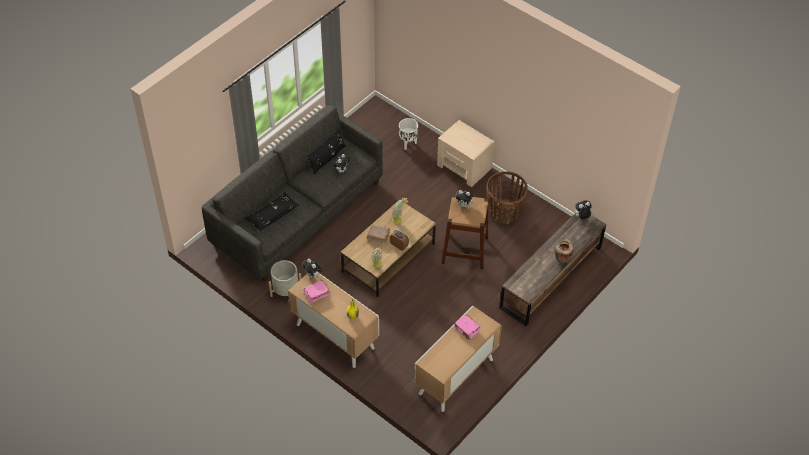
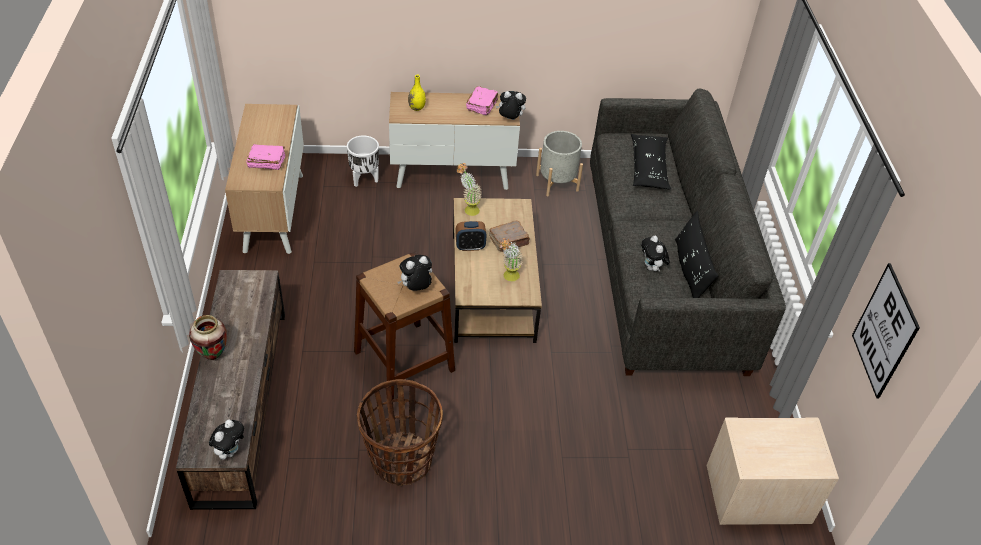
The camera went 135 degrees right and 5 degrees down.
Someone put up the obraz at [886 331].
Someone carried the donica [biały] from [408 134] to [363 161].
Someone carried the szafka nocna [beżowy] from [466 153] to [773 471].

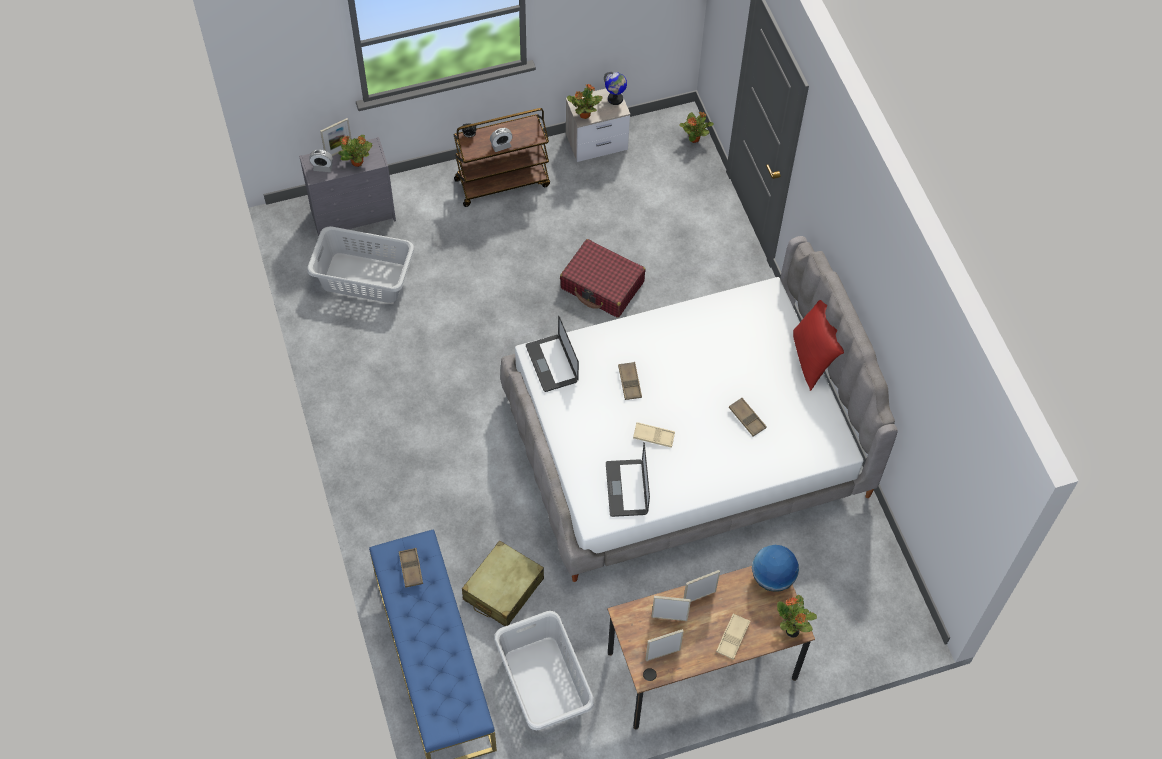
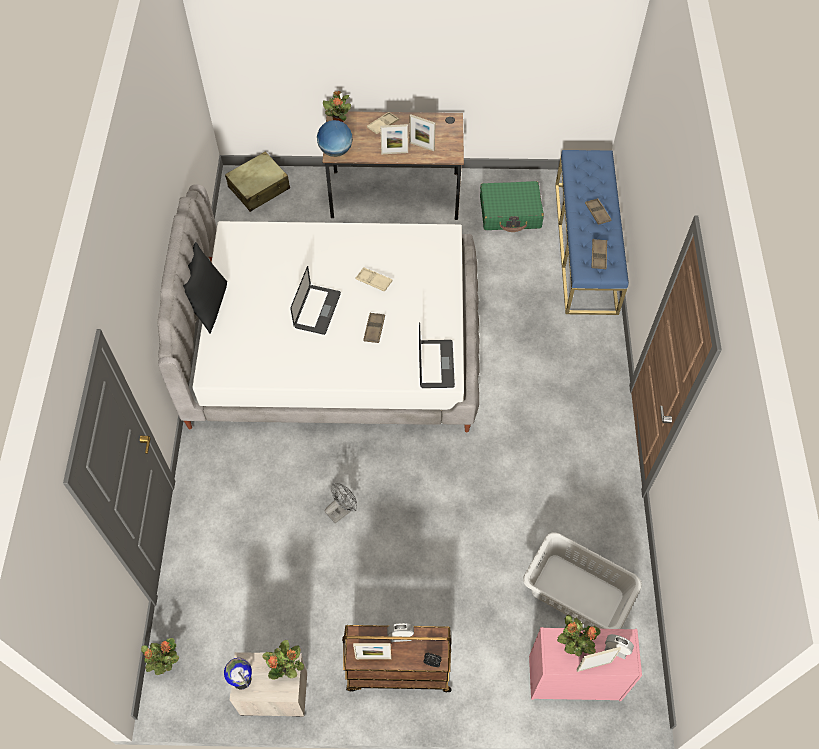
The camera went 160 degrees left and 0 degrees up.
Someone carried the walizka [beżowy] from [503 583] to [257 181].
Someone carried the laptop from [628 480] to [315 300].
Someone carried the ramka na zdjęcie from [664 645] to [372 651].
Someone carried the taca [brązowy] from [748 417] to [598 211].
Someone swapped the kosz na pranie [szary] at [544 670] for the walizka [zielony] at [512 206].
Someone swapped the walizka [czerwony] at [603 278] for the wentylator [szary] at [341 503].
Someone repainted the komoda [szary] at [347 186], which became the komoda [różowy] at [585 664].
Someone repainted the poduszka [czerwony] at [818 345], which became the poduszka [czarny] at [205 288].

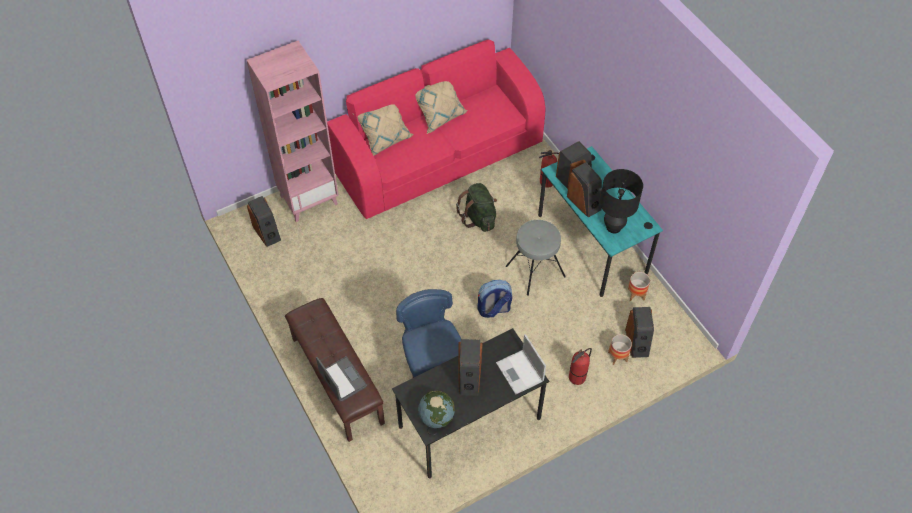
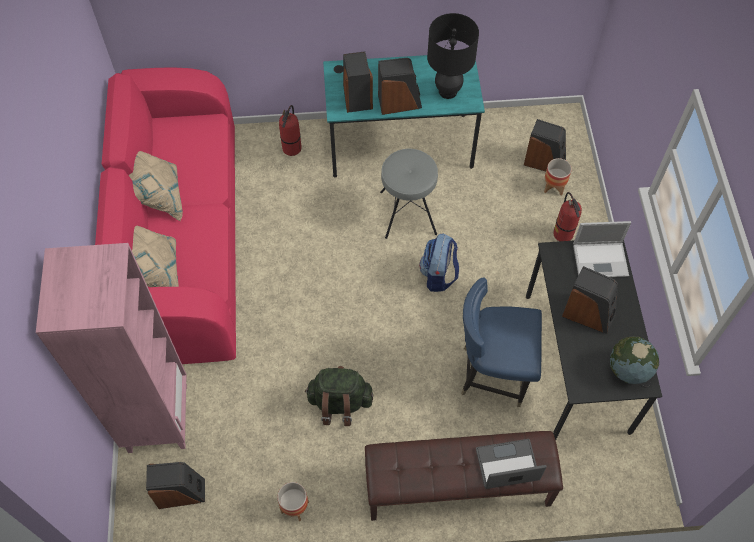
The camera went 65 degrees left and 5 degrees up.
Someone carried the plecak [zielony] from [476 207] to [339 396].
Someone carried the donica from [639 286] to [293 501].

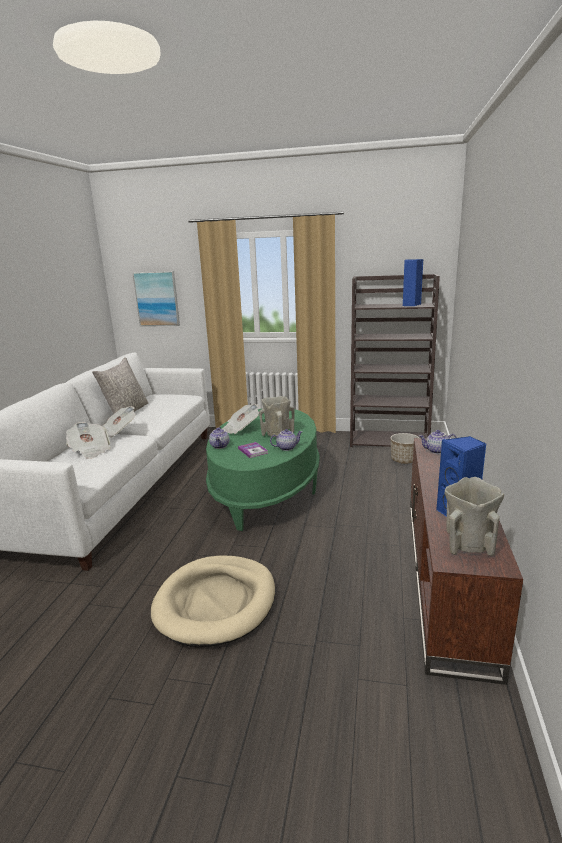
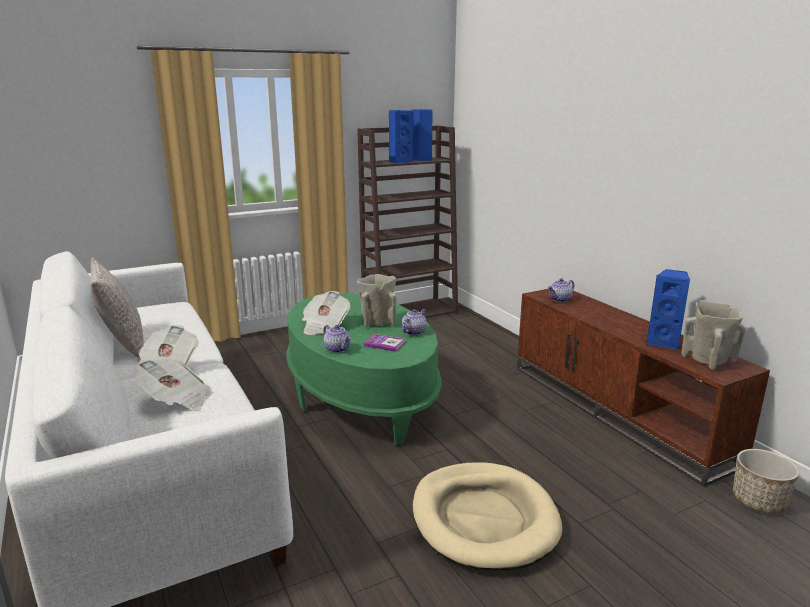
The camera went 40 degrees left and 0 degrees up.
Someone took away the obraz at [156 298].
Someone put down the głośnik [niebieski] at [401 136].
Someone carried the donica from [404 448] to [766 481].

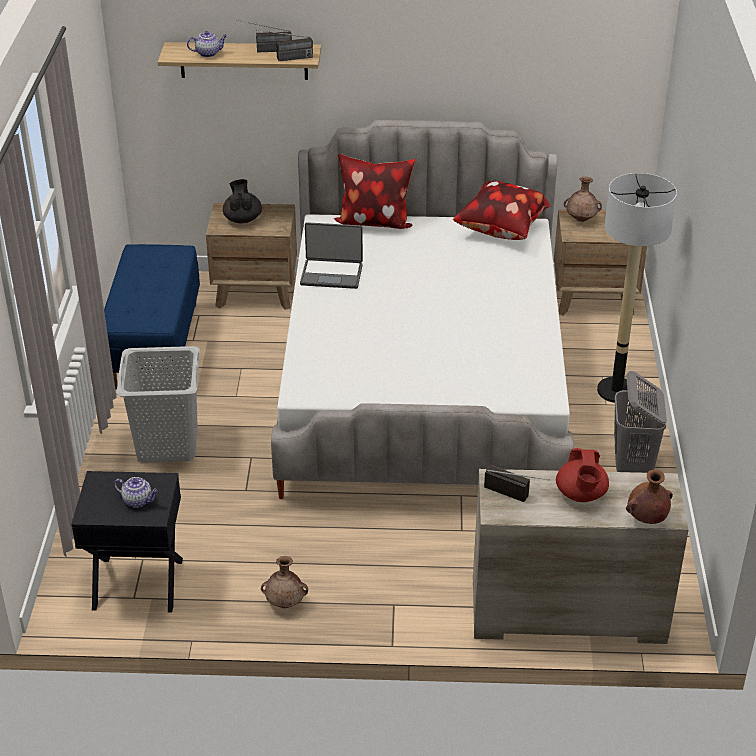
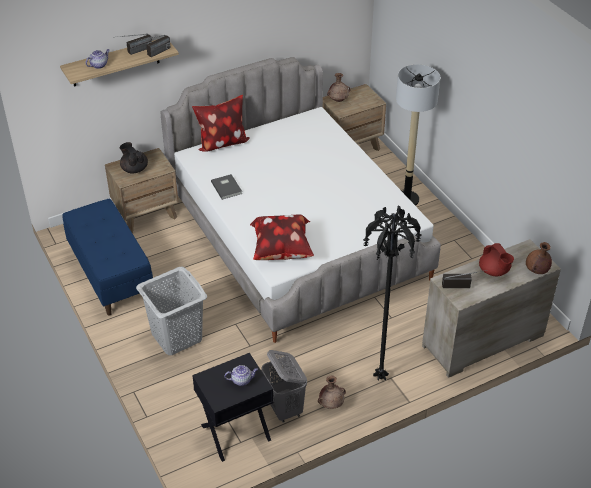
The camera went 30 degrees left and 5 degrees up.
Someone put down the lampa stojąca [czarny] at [392 293].
Someone carried the poduszka from [502 210] to [282 237].
Someone carried the kosz na pranie [szary] from [640 422] to [284 386].
Someone swapped the laptop at [331 255] for the książka [szary] at [226 187].

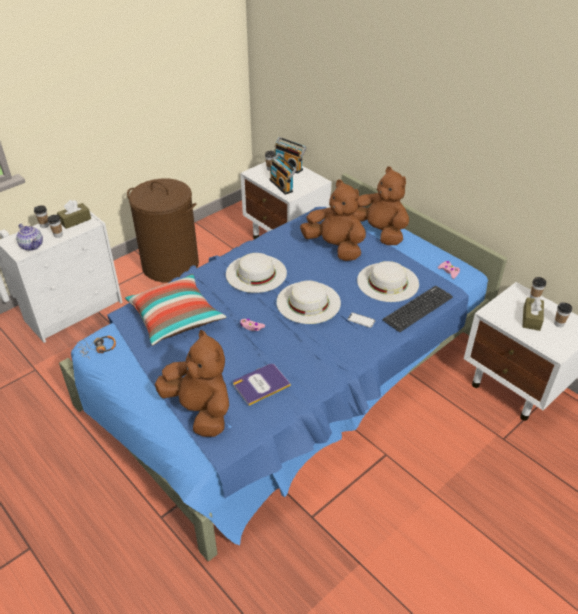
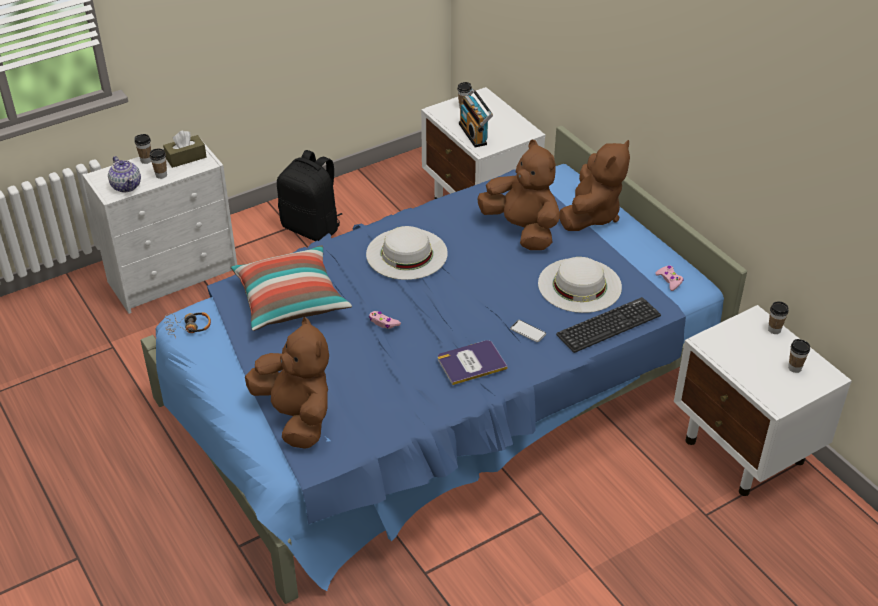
The camera went 10 degrees right and 0 degrees up.
Someone took away the radio at [290 155].
Someone took away the kapelusz [biały] at [308 302].
Someone took away the pudełko chusteczek [brązowy] at [533 314].
Someone carried the książka from [262 385] to [473 362].
Someone swapped the kosz na pranie [brązowy] at [163 231] for the plecak [czarny] at [309 195].
Someone rotated the pluszak [brązowy] at [381 206] by 60 degrees clockwise.

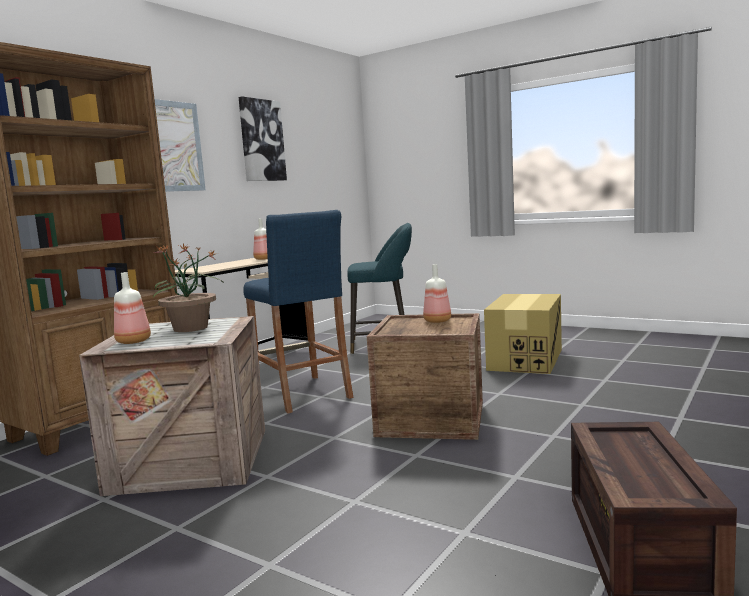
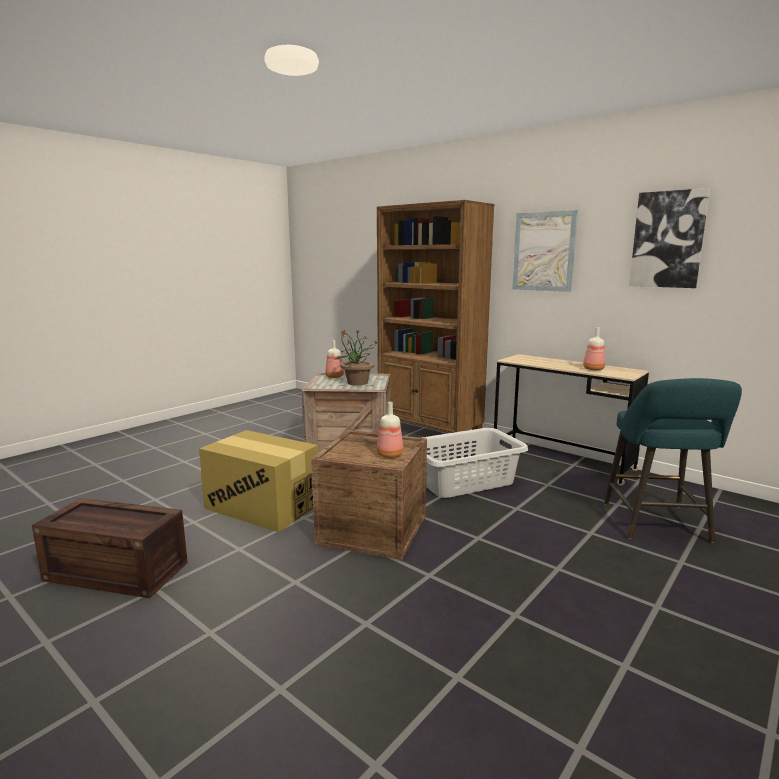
The camera went 95 degrees right and 5 degrees up.
Someone carried the karton from [523 334] to [258 481].
Someone swapped the stołek [niebieski] at [298 311] for the kosz na pranie [szary] at [475 463].

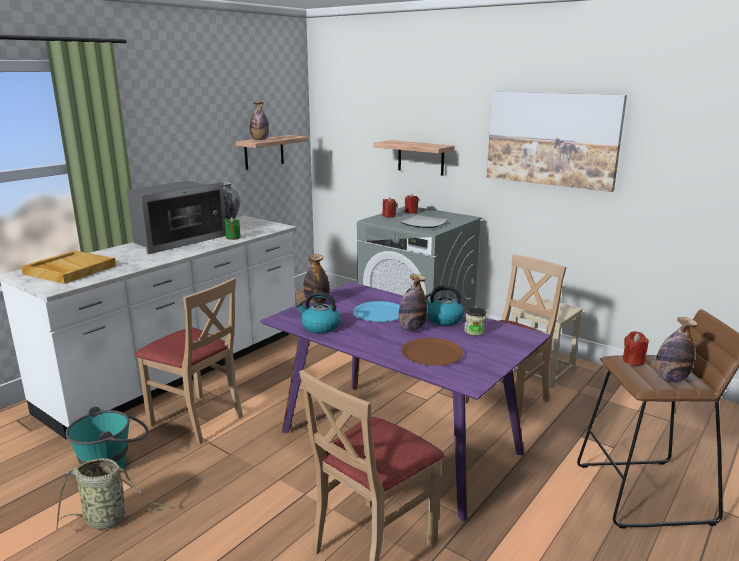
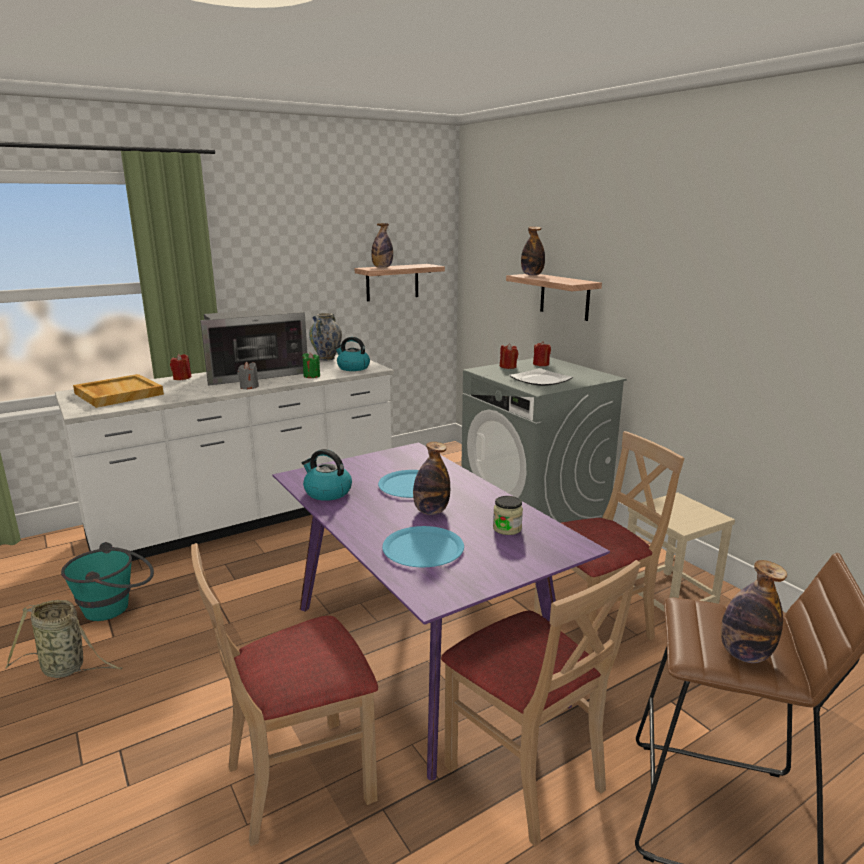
The camera went 20 degrees right and 0 degrees up.
Someone took away the obraz at [557 142].
Someone put down the świeca [szary] at [248 376].
Someone carried the krzesło [beżowy] from [189 361] to [541 703].
Someone carried the butelka from [316 279] to [533 250].
Someone carried the czajnik from [444 305] to [352 354].
Someone carried the świeca [czerwony] from [635 348] to [181 367].
Someone repainted the talerz [brązowy] at [432 352], which became the talerz [niebieski] at [423 546].

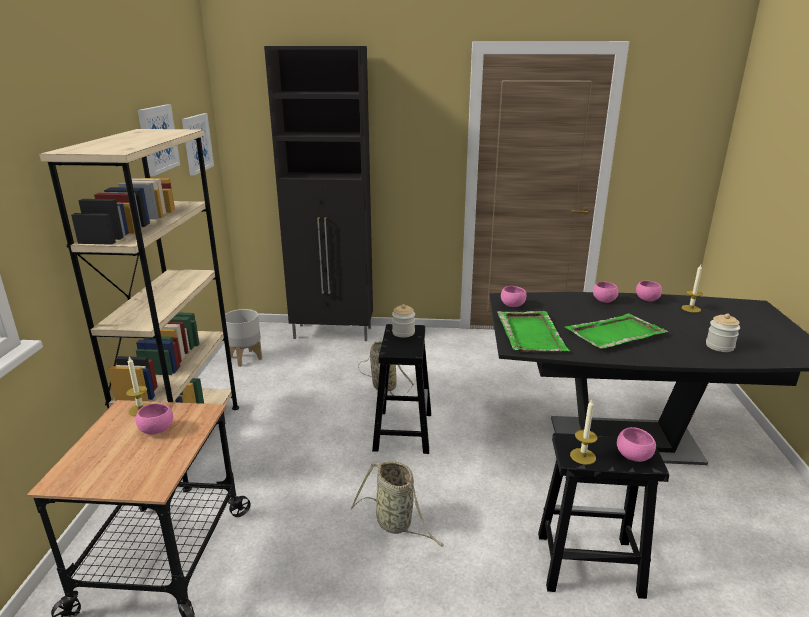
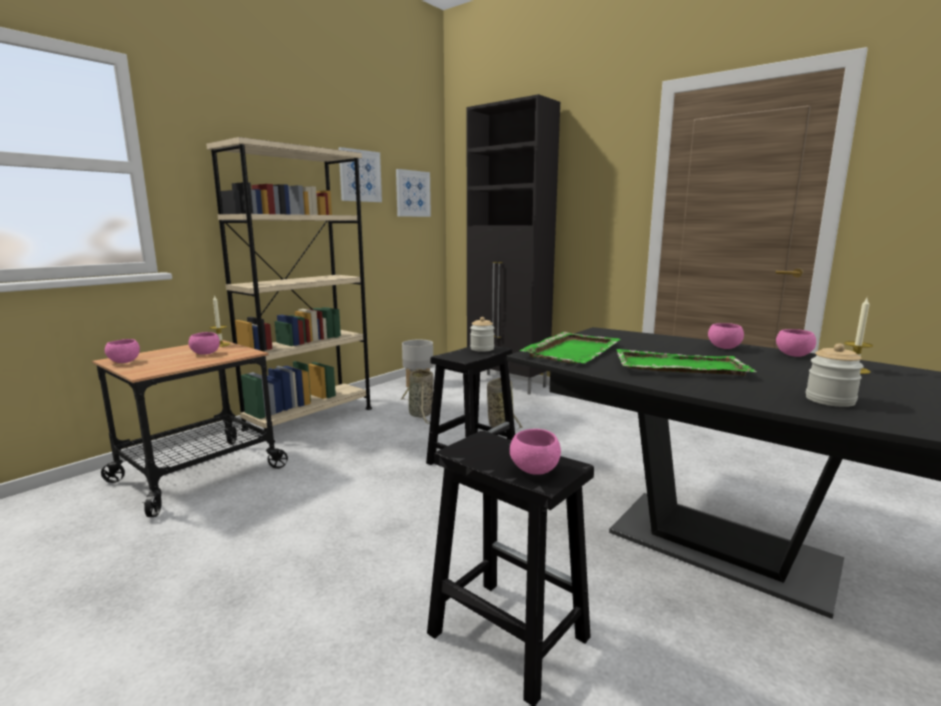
The camera went 35 degrees right and 10 degrees down.
Someone took away the świeca at [583 432].
Someone carried the koszyk from [397 504] to [417 396].
Someone carried the miska [różowy] from [514 296] to [122 351].

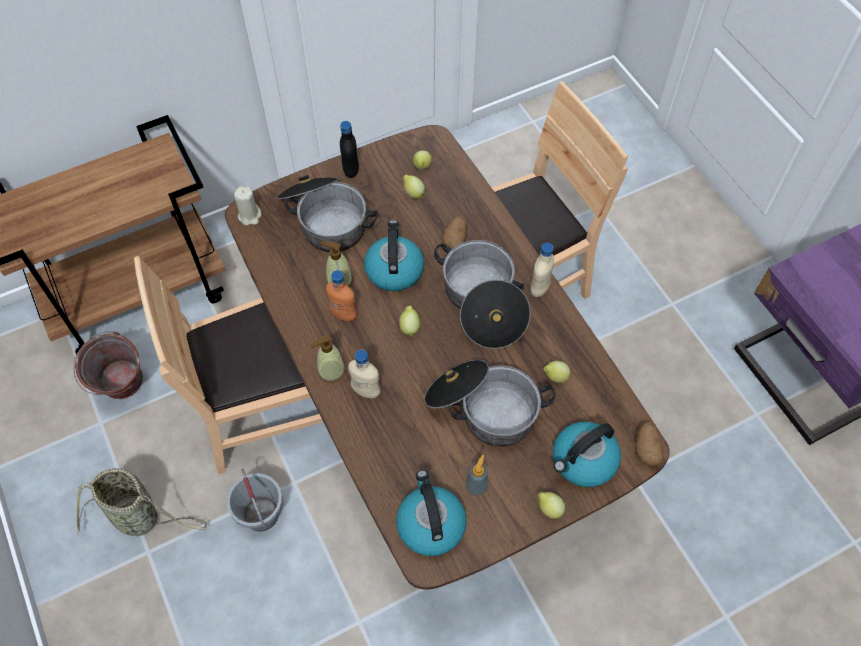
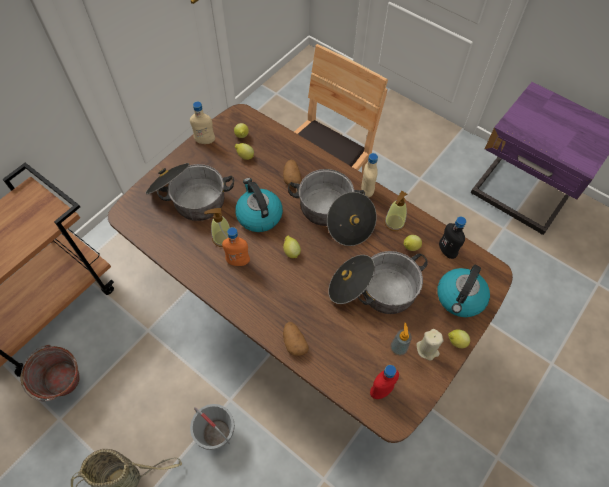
The camera went 25 degrees left and 0 degrees up.
Someone took away the krzesło [brązowy] at [228 365].
Someone carried the świeca [beżowy] from [247 205] to [430 345].
Someone carried the dozownik mydła from [328 358] to [395 211].
Someone carried the butelka [czarny] from [349 149] to [452 237].
Someone carried the butelka [beżowy] from [364 374] to [202 122].
Someone carried the ziemniak from [649 444] to [296 339].
Someone swapped the czajnik at [431 513] for the butelka [czerwony] at [384 382].

